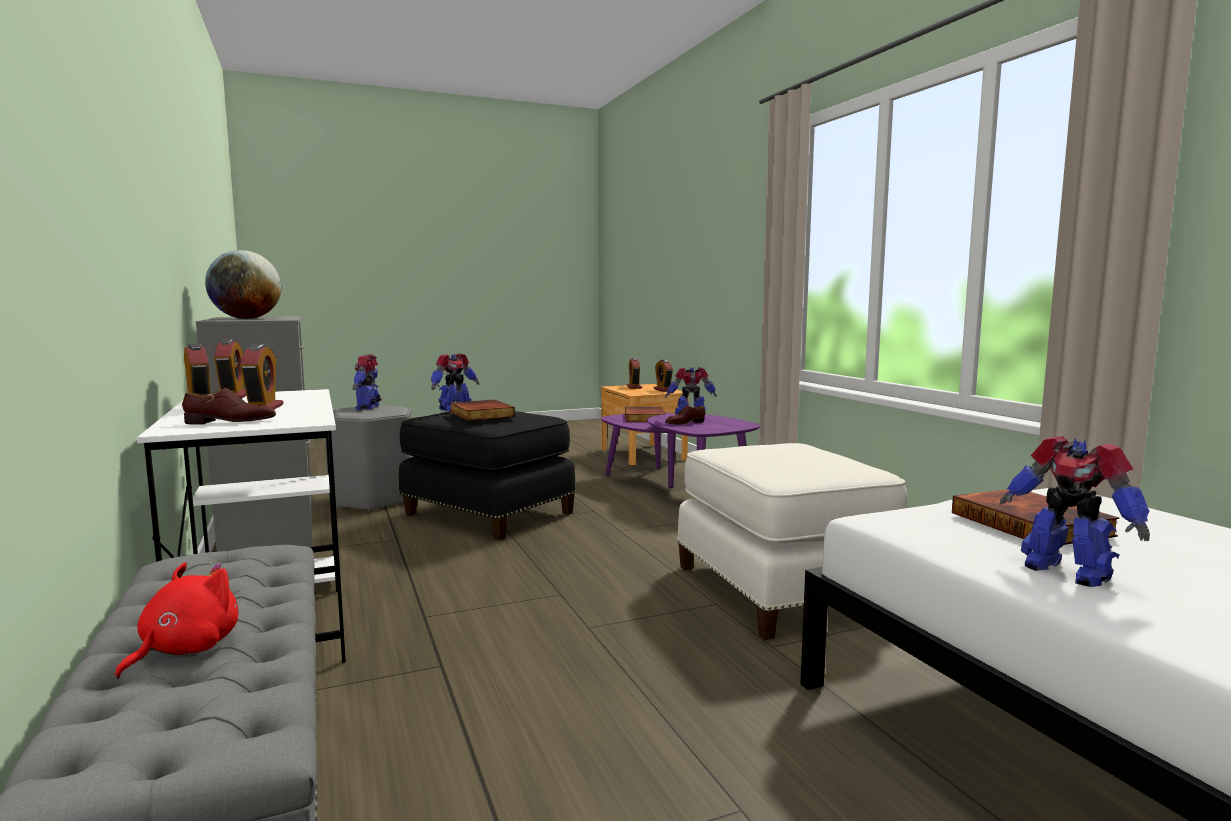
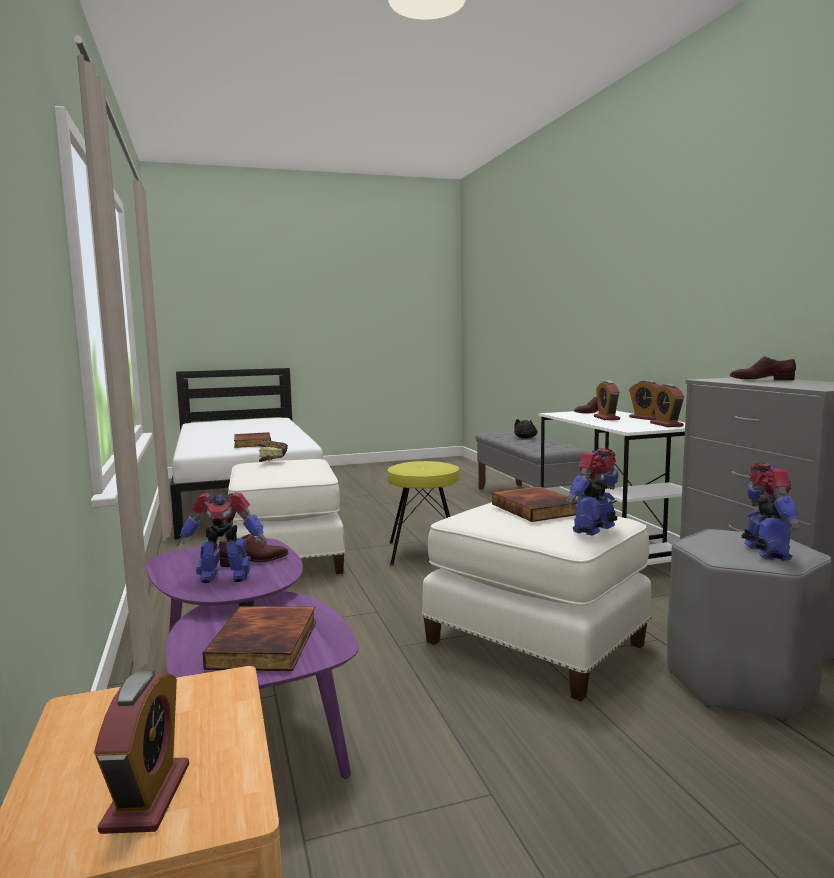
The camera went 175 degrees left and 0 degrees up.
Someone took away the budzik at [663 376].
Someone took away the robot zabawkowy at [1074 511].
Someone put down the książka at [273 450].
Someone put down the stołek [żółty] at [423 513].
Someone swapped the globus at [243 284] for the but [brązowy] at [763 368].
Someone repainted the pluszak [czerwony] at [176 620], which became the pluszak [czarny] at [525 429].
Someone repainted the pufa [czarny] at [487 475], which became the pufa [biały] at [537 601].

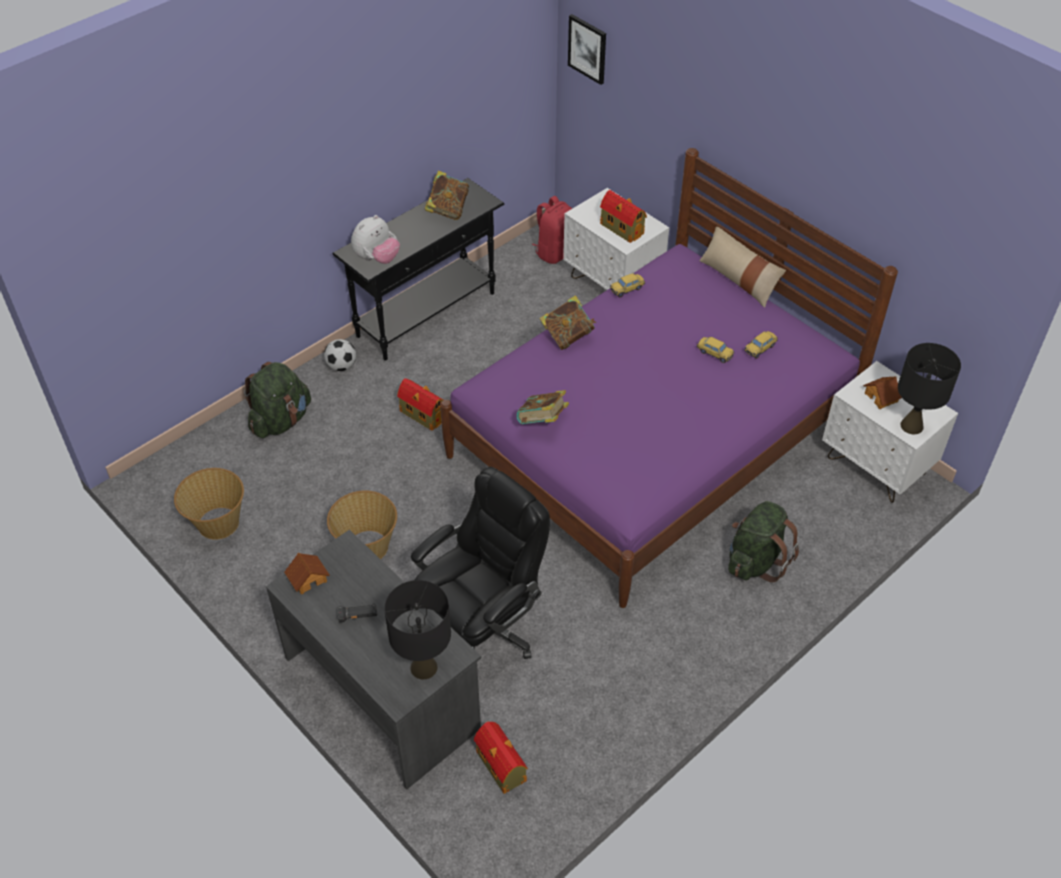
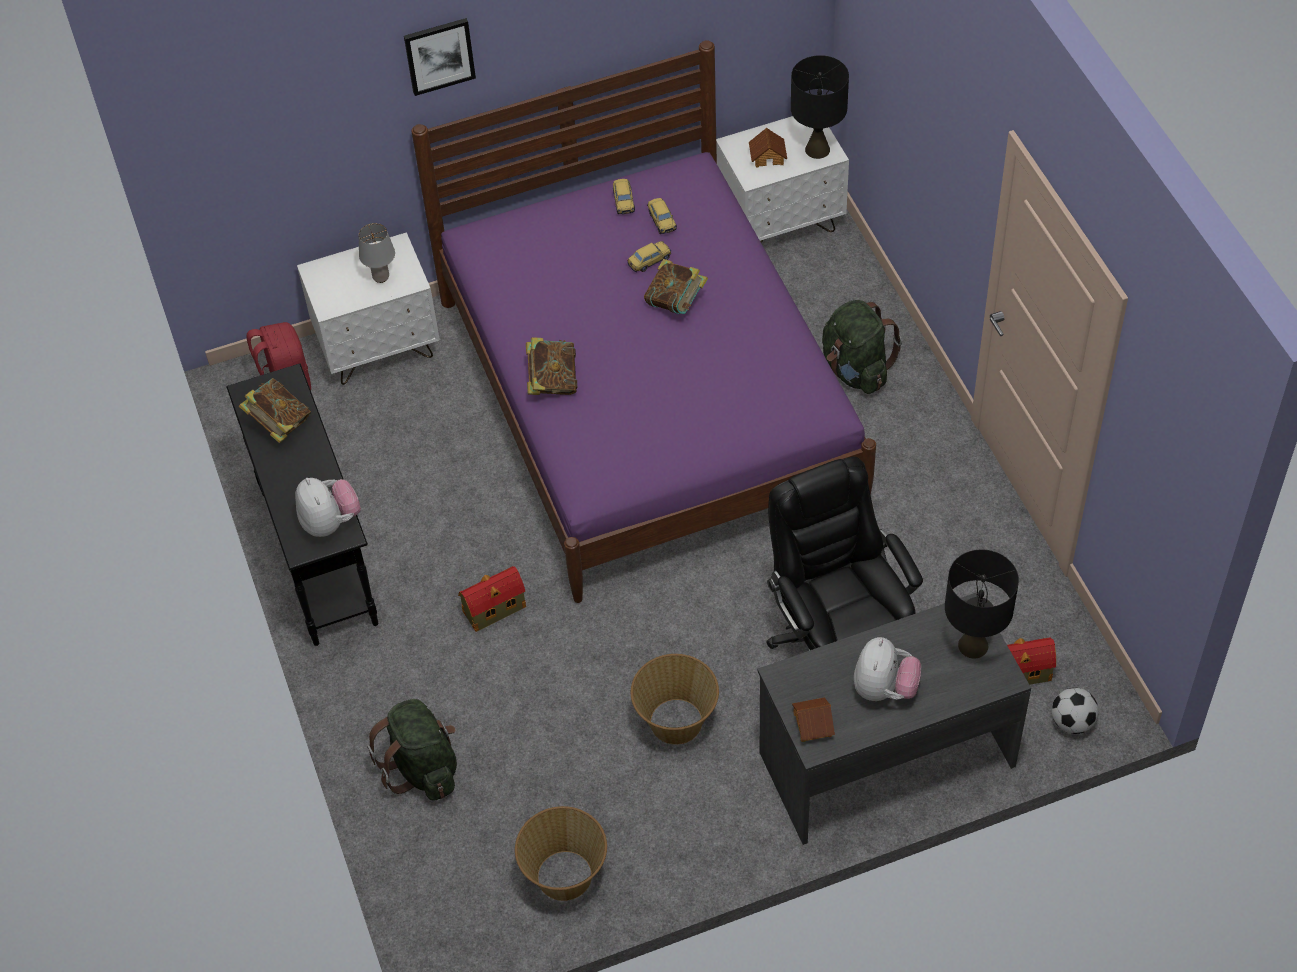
The camera went 65 degrees left and 5 degrees up.
Someone took away the poduszka [beżowy] at [742 267].
Someone carried the piłka futbolowa from [340 355] to [1075 711].
Someone carried the książka from [542 407] to [676 286].
Someone carried the obraz from [587 49] to [440 57].
Someone carried the samochodzik from [627 285] to [624 196].
Someone swapped the latarka [czarny] at [357 613] for the pluszak at [887 669].
Someone swapped the domek at [623 216] for the lampa stołowa [szary] at [377 253].

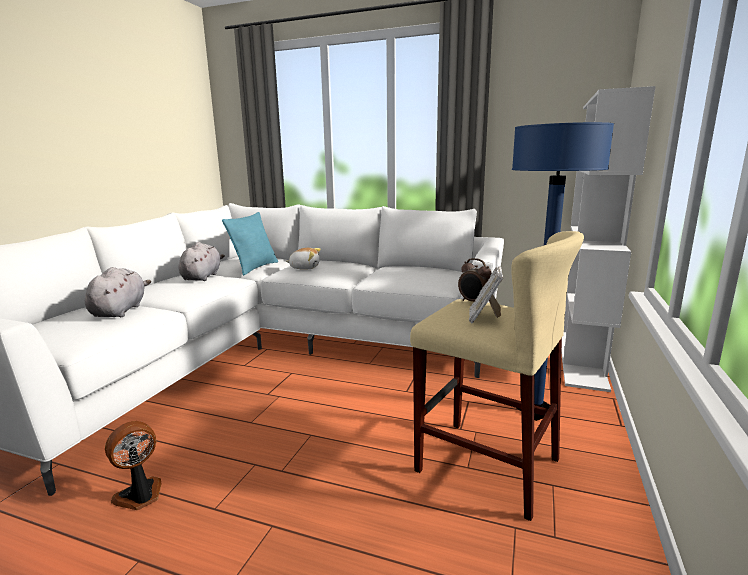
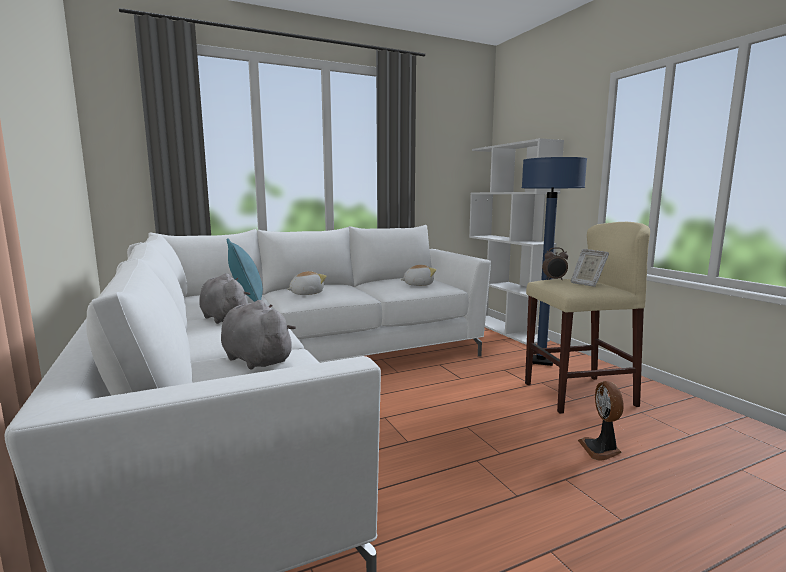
The camera went 45 degrees left and 5 degrees down.
Someone put down the pluszak at [418 275].
Someone carried the wentylator from [133 465] to [601 421].

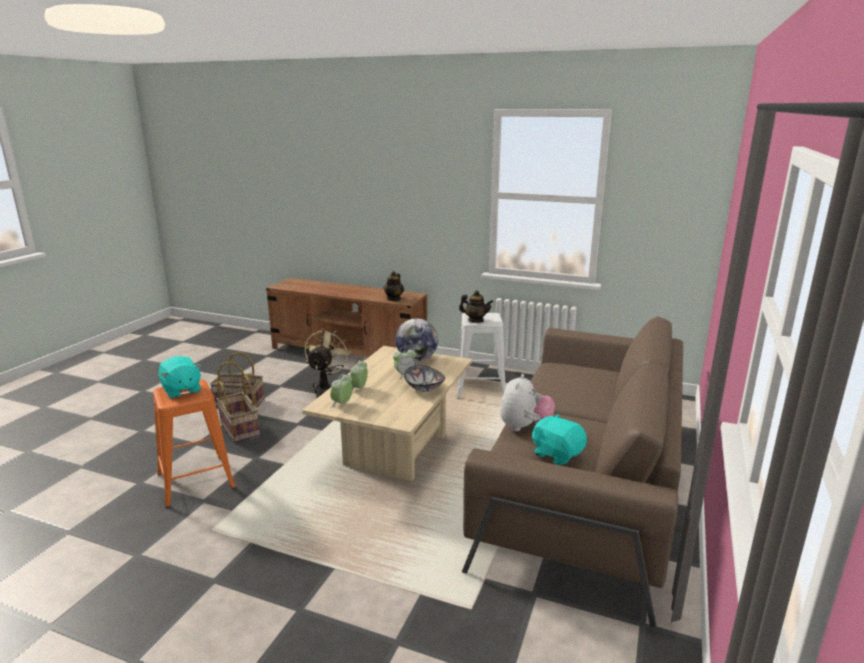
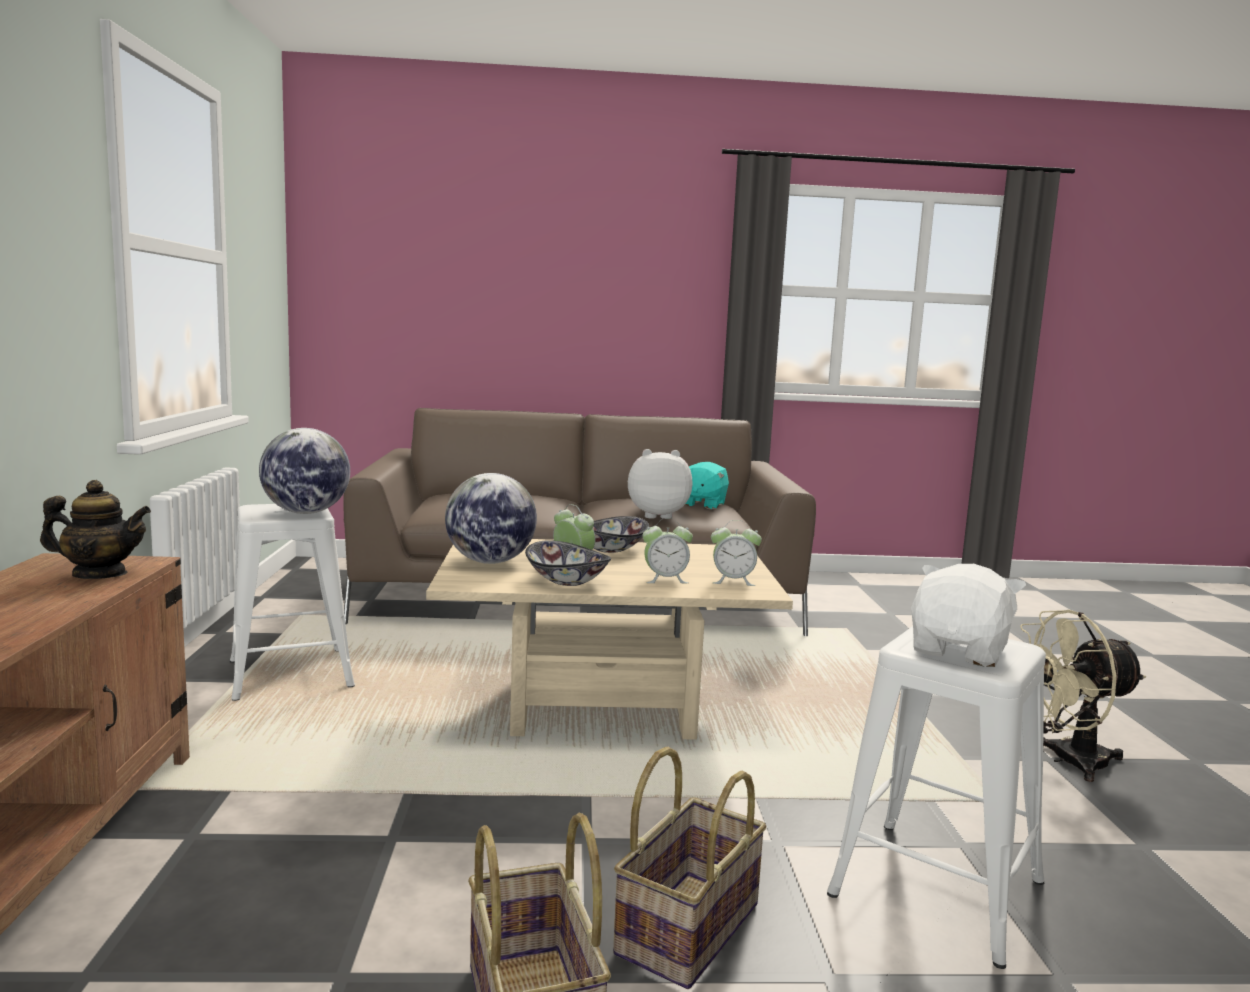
The camera went 115 degrees left and 10 degrees down.
Someone put down the miska at [568 563].
Someone carried the wentylator [beżowy] from [327 364] to [1083 696].
Someone swapped the imbryk at [476 306] for the globus at [304 471].
Someone repainted the stołek [pomarańczowy] at [194 443], which became the stołek [biały] at [936 797].
Someone repainted the pluszak [turkusowy] at [180 377], which became the pluszak [biały] at [968 615].

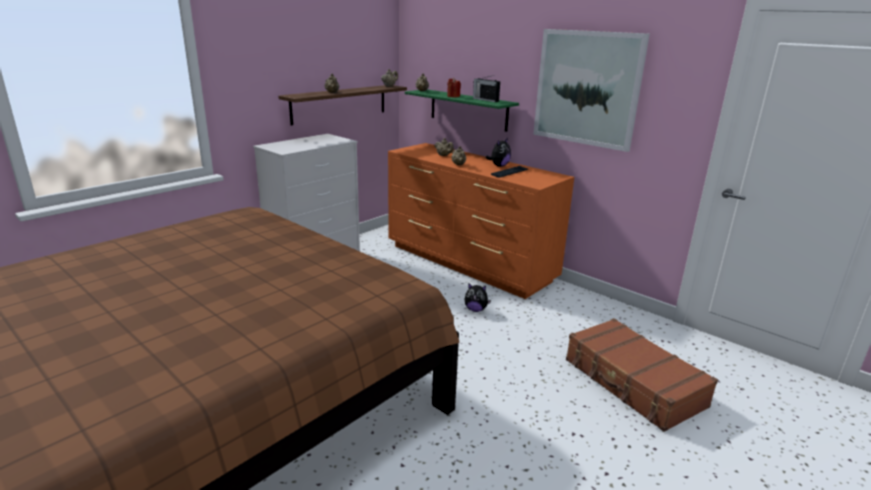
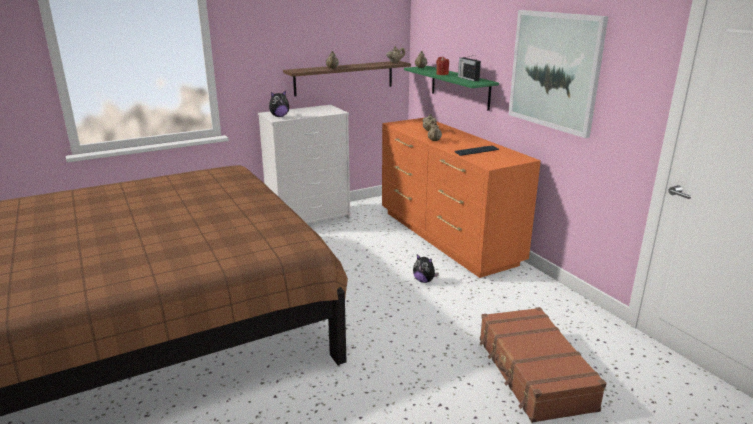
The camera went 20 degrees right and 0 degrees up.
Someone carried the pluszak from [498 152] to [279 104].

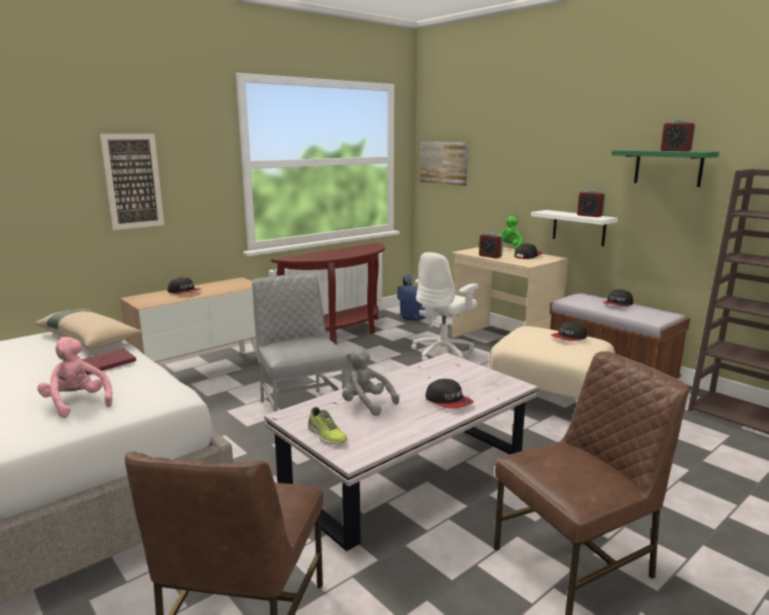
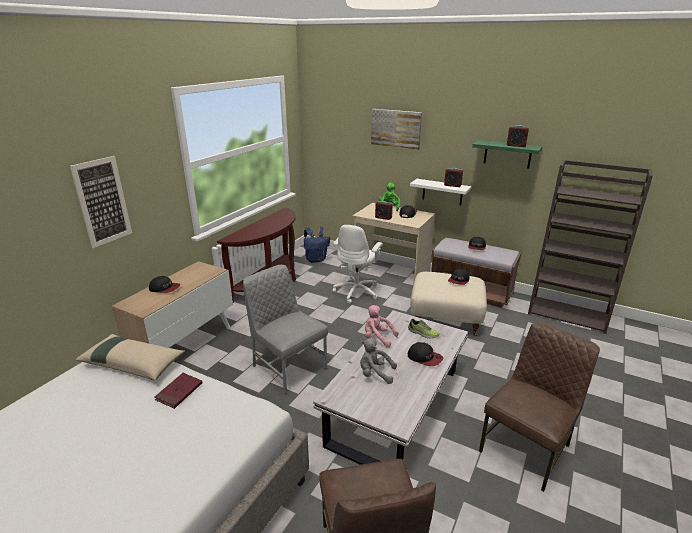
The camera went 20 degrees left and 10 degrees up.
Someone carried the pluszak [różowy] from [74 377] to [381 326].
Someone carried the but from [328 426] to [423 328].
Someone carried the obraz from [444 164] to [396 129].

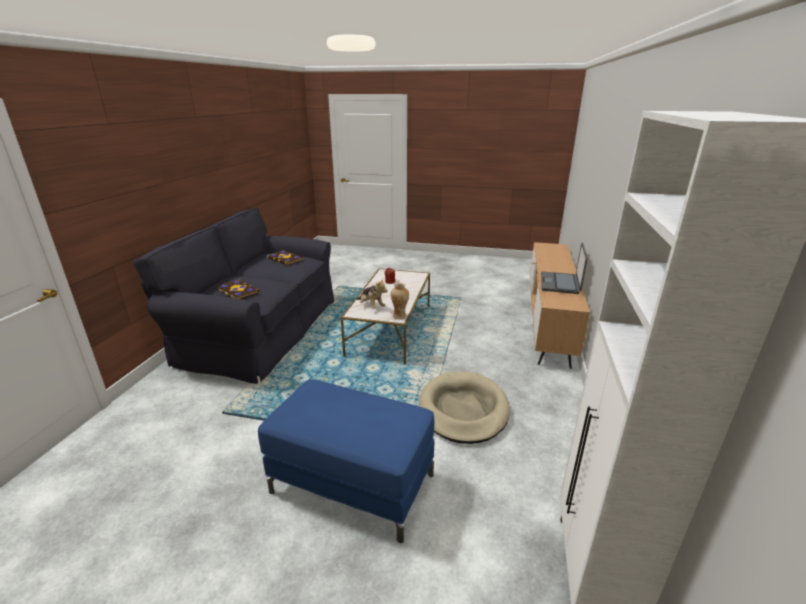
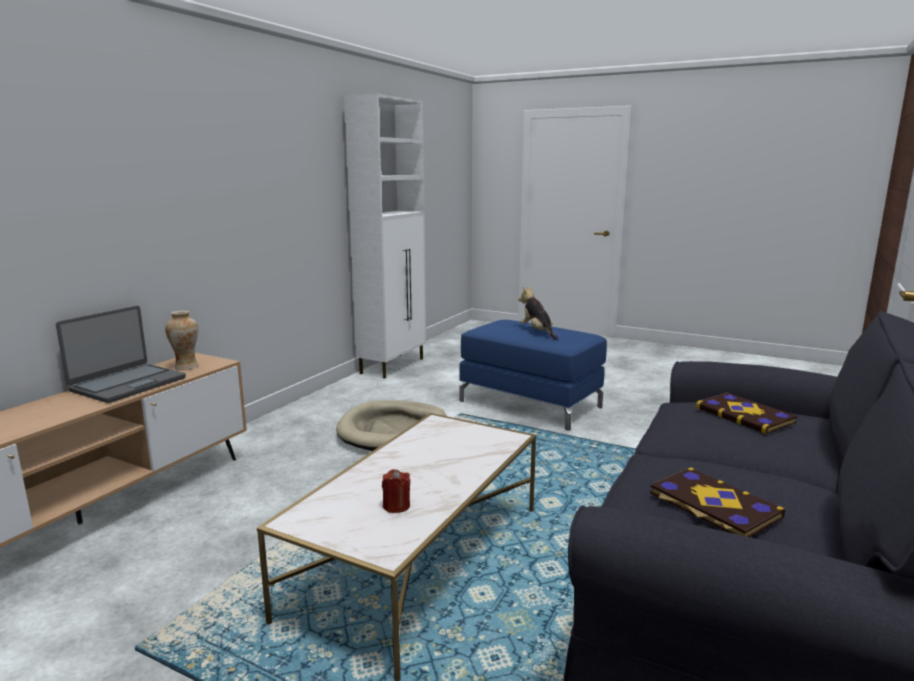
The camera went 165 degrees left and 10 degrees down.
Someone carried the pluszak from [372 294] to [538 313].
Someone carried the wazon from [399 301] to [182 340].

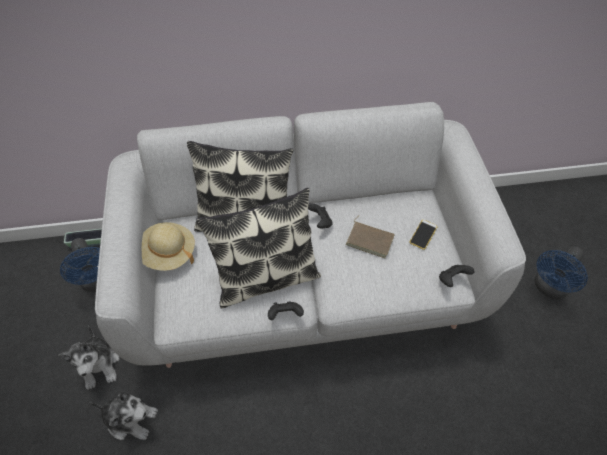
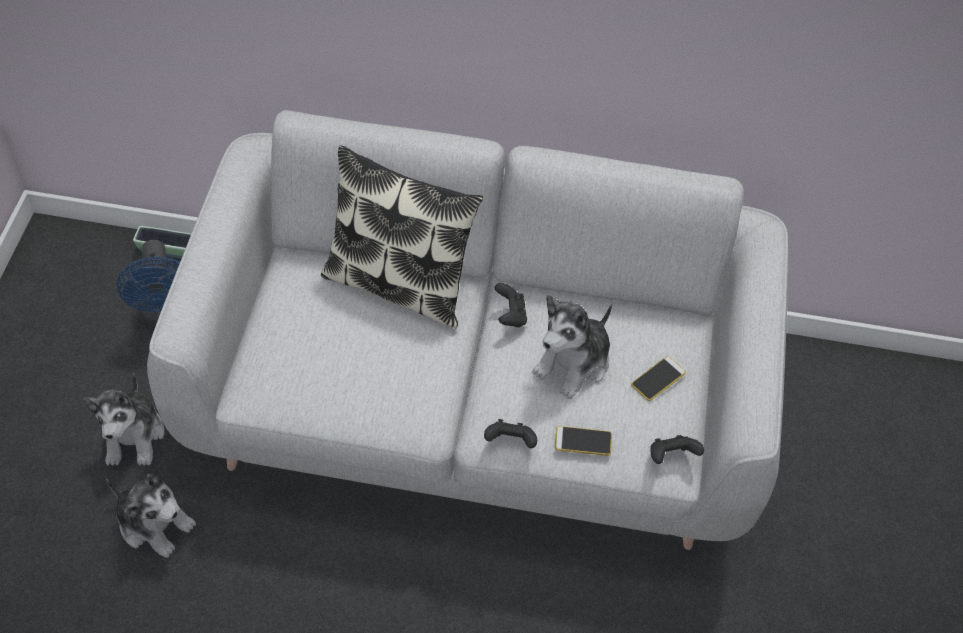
The camera went 15 degrees right and 0 degrees up.
Someone took away the kapelusz [beżowy] at [168 246].
Someone took away the poduszka at [258 248].
Someone took away the wentylator [niebieski] at [561 273].
Someone put down the telefon at [583 441].
Someone carried the pad do gier [czarny] from [286 311] to [510 433].
Someone swapped the książka [brązowy] at [370 237] for the pluszak at [572 347].

